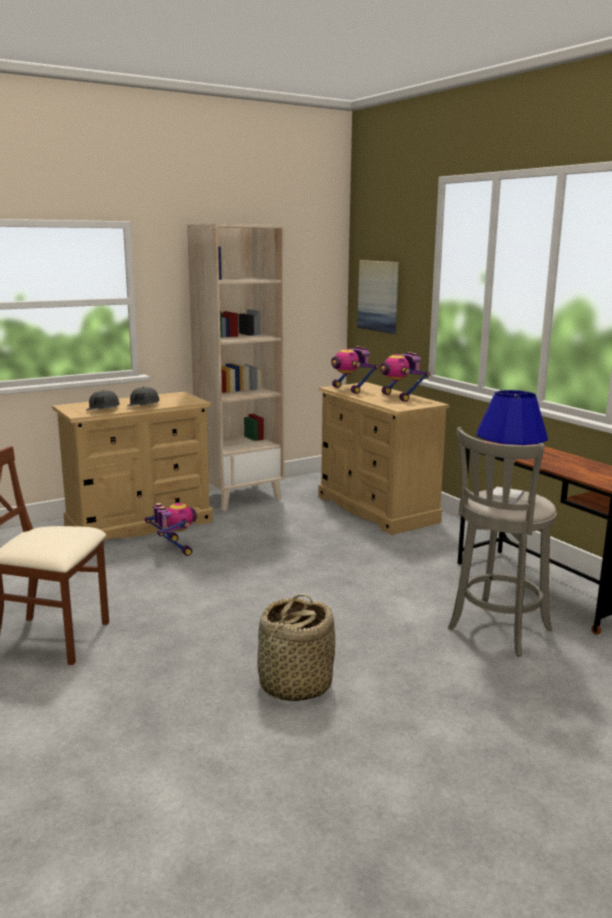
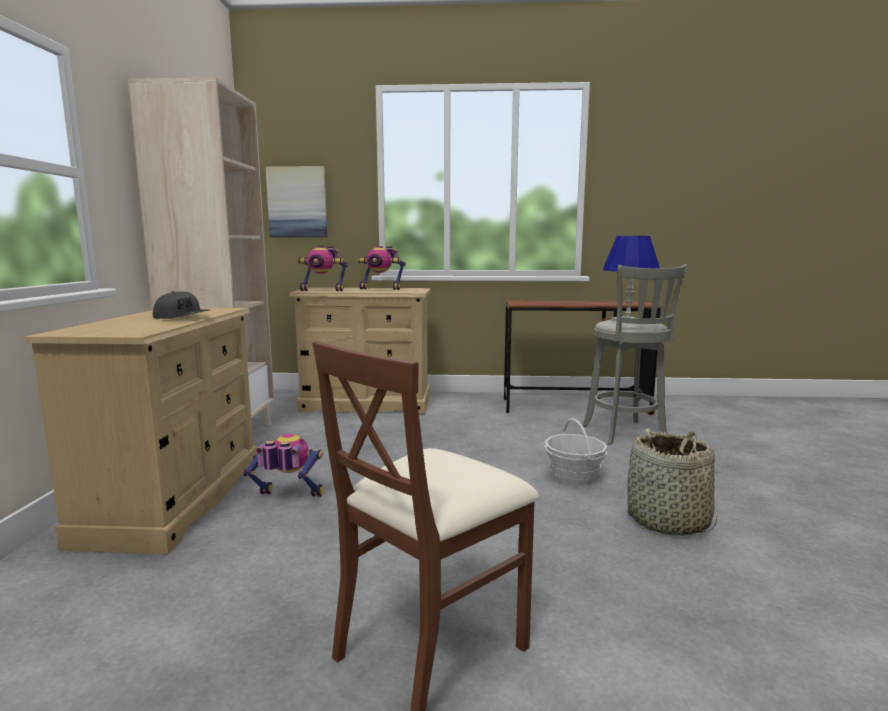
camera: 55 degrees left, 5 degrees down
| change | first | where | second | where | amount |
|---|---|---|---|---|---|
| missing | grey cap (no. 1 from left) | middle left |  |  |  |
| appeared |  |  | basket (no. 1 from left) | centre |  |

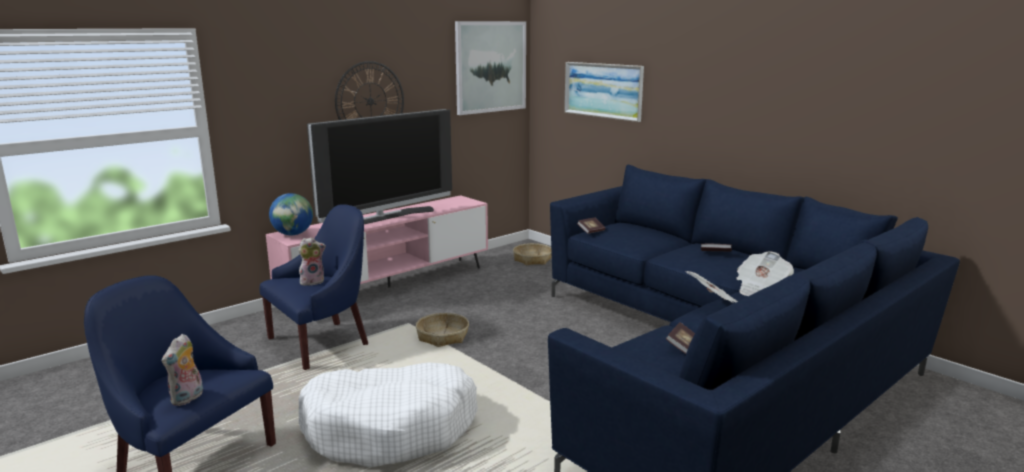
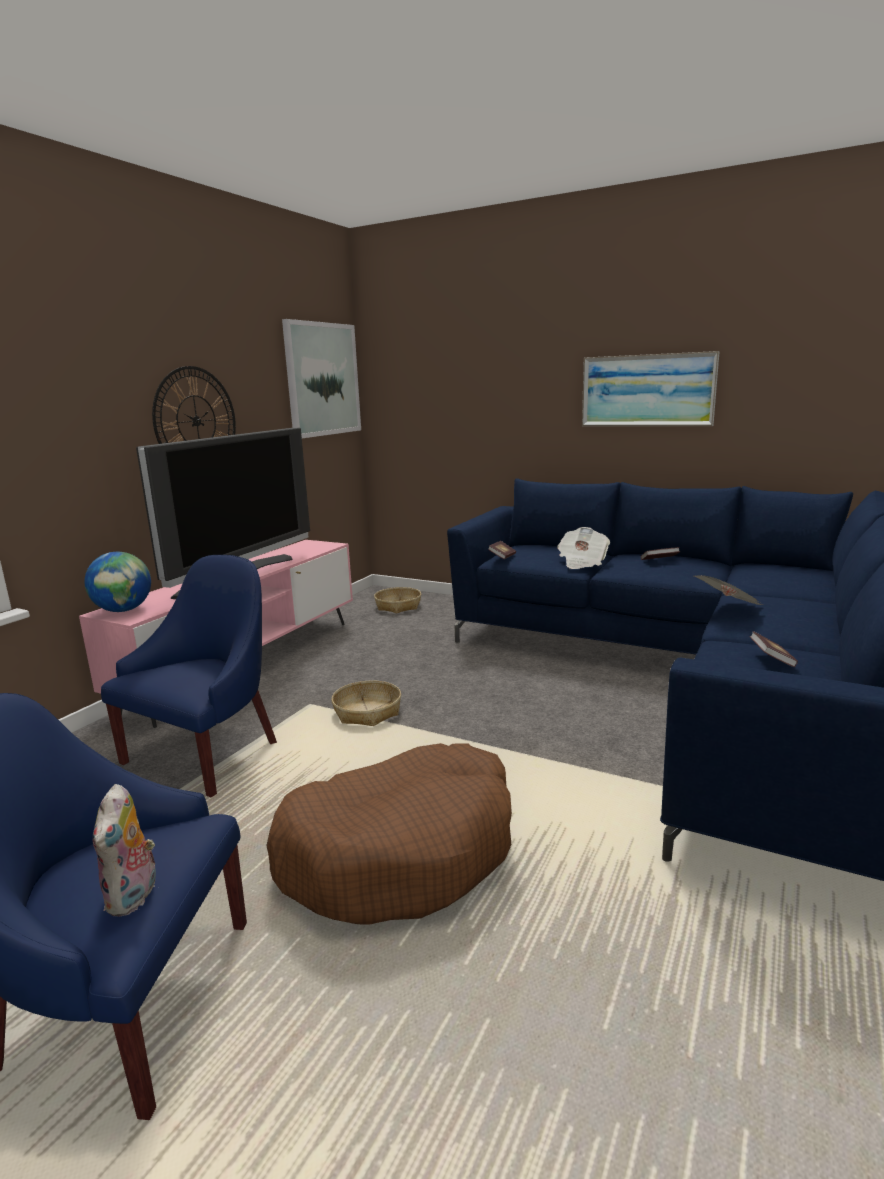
camera: 20 degrees left, 0 degrees up
| change | first | where | second | where | amount |
|---|---|---|---|---|---|
| missing | plush toy (no. 2 from left) | middle left |  |  |  |
| relocated | picture (no. 2 from left) | top centre |  | top right |  |
| relocated | newspaper (no. 2 from left in the first image) | middle right | newspaper (no. 1 from left) | centre |  |
| colour | white dog bed | bottom centre | brown dog bed | bottom centre |  |

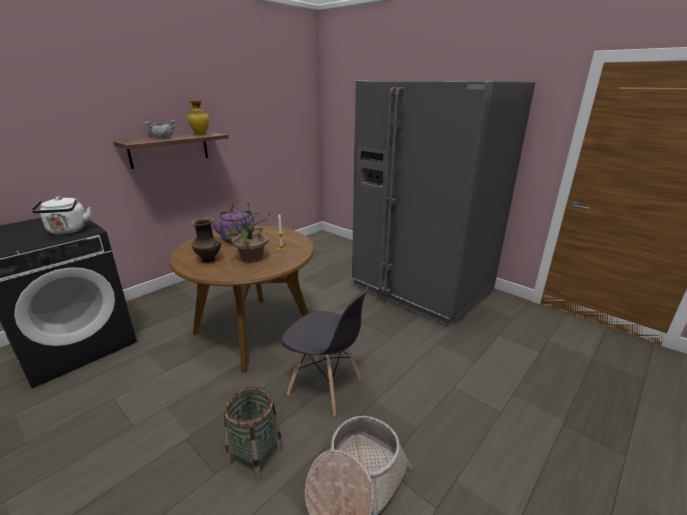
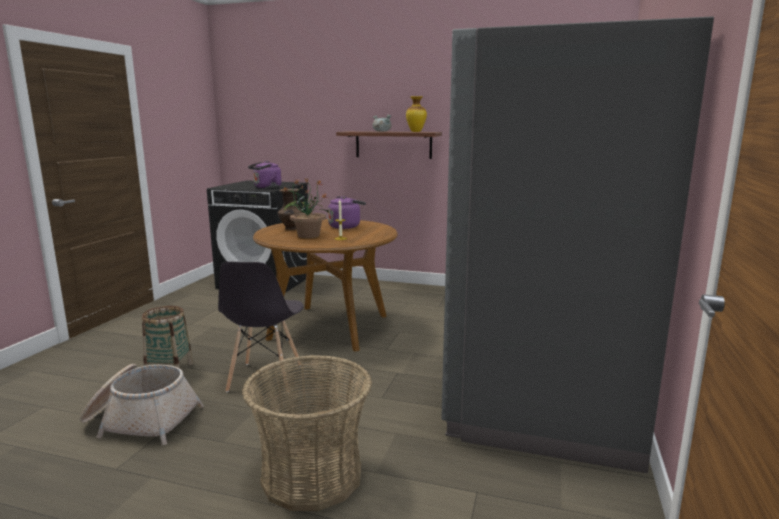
camera: 65 degrees right, 10 degrees down
| change | first | where | second | where | amount |
|---|---|---|---|---|---|
| appeared |  |  | basket (no. 3 from left) | bottom centre |  |
| colour | white kettle | middle left | purple kettle (no. 1 from left) | centre |  |

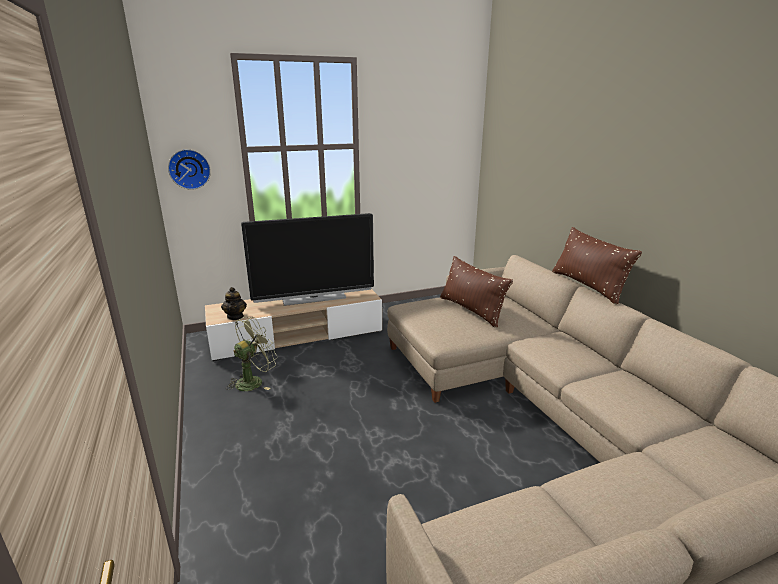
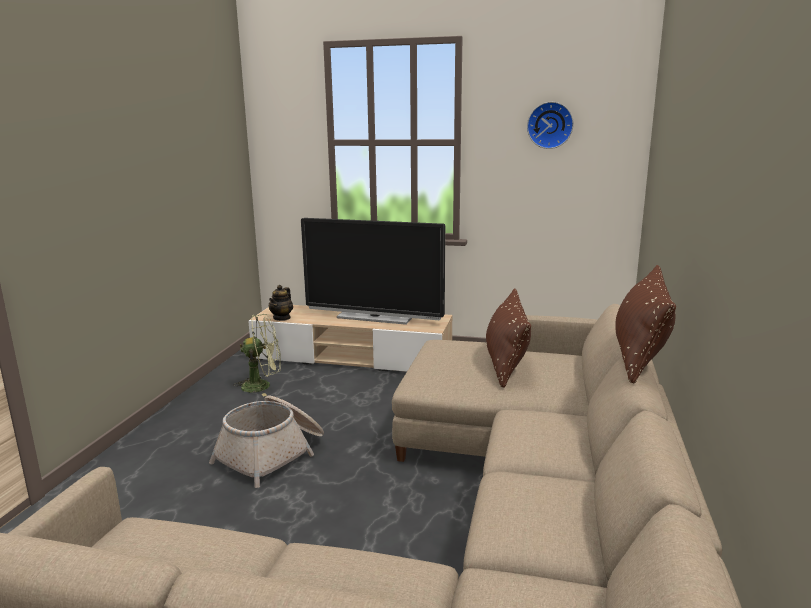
camera: 35 degrees right, 5 degrees down
| change | first | where | second | where | amount |
|---|---|---|---|---|---|
| appeared |  |  | basket | bottom left |  |
| relocated | wall clock | top left |  | top right |  |

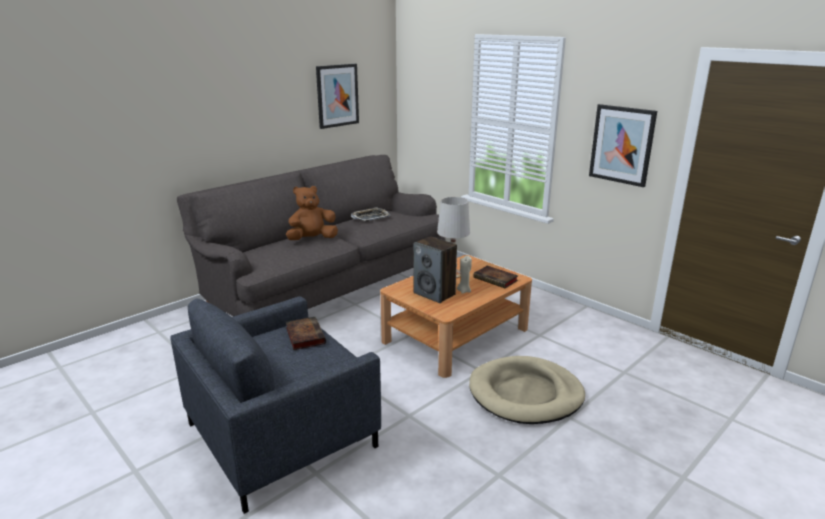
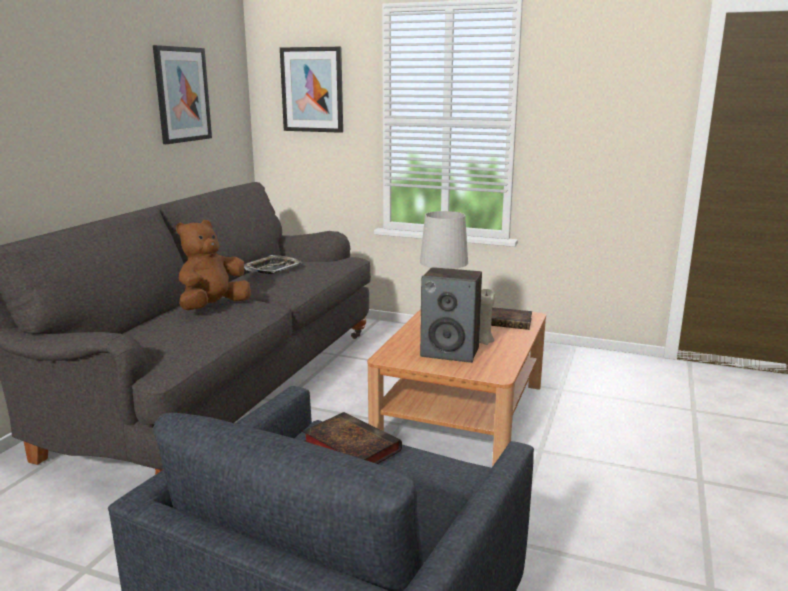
camera: 25 degrees left, 5 degrees down
| change | first | where | second | where | amount |
|---|---|---|---|---|---|
| missing | beige dog bed | bottom centre |  |  |  |
| relocated | picture (no. 2 from left) | top right |  | top centre |  |

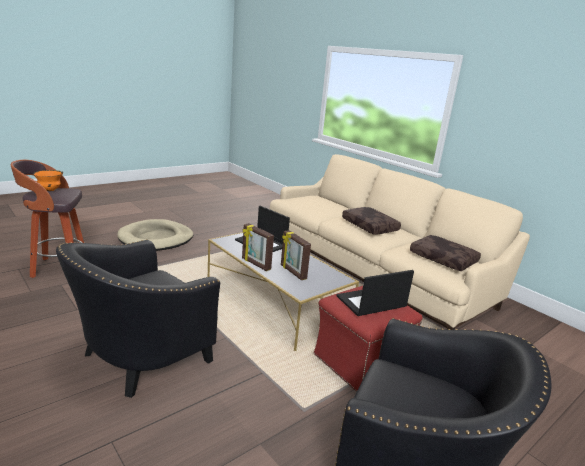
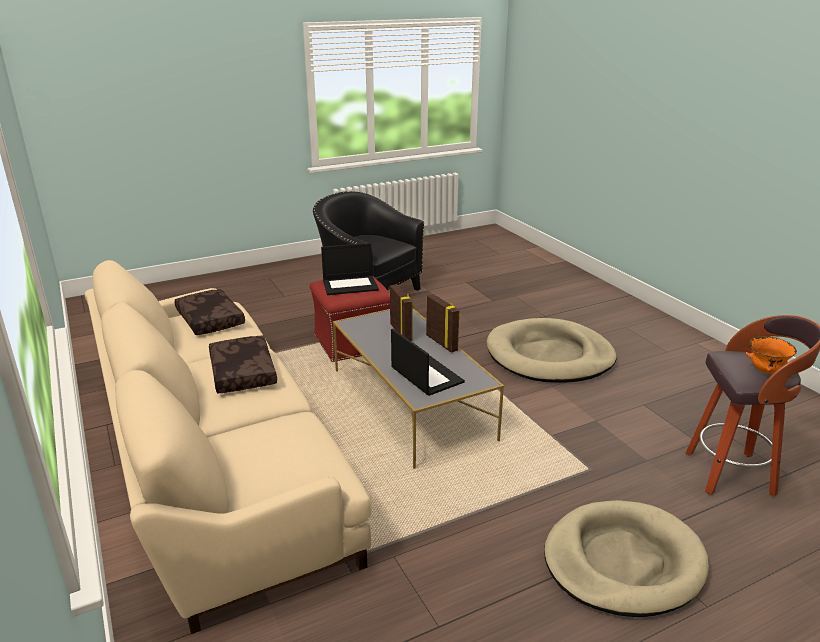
camera: 165 degrees left, 5 degrees up
| change | first | where | second | where | amount |
|---|---|---|---|---|---|
| exchanged | black armchair (no. 1 from left) | bottom left | beige dog bed (no. 1 from left) | middle right |  |

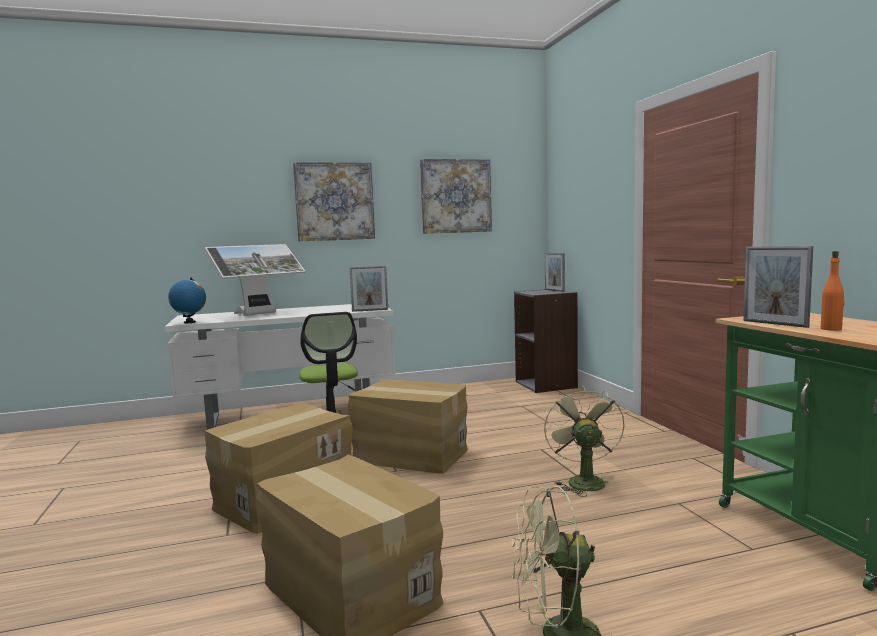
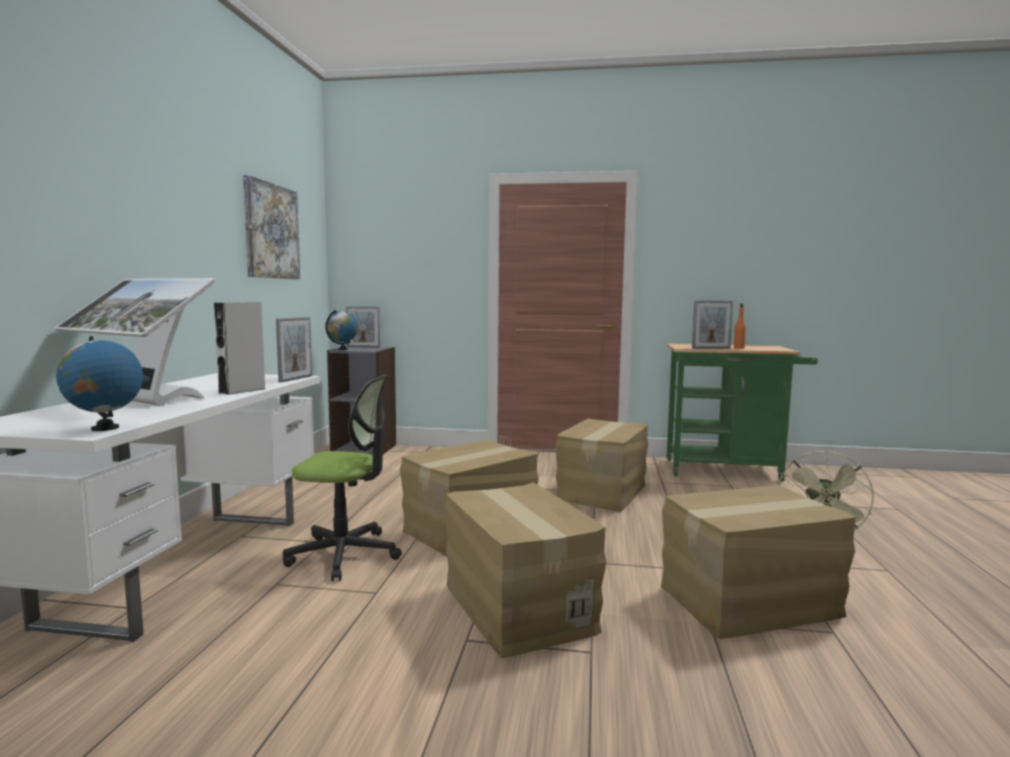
camera: 65 degrees left, 0 degrees up
| change | first | where | second | where | amount |
|---|---|---|---|---|---|
| missing | picture (no. 1 from left) | top centre |  |  |  |
| appeared |  |  | grey speaker | middle left |  |
| appeared |  |  | globe (no. 2 from left) | centre |  |
| exchanged | green fan (no. 2 from left) | bottom centre | cardboard box (no. 3 from left) | centre |  |
| spun | monitor | middle left |  | middle left | 135 degrees clockwise |

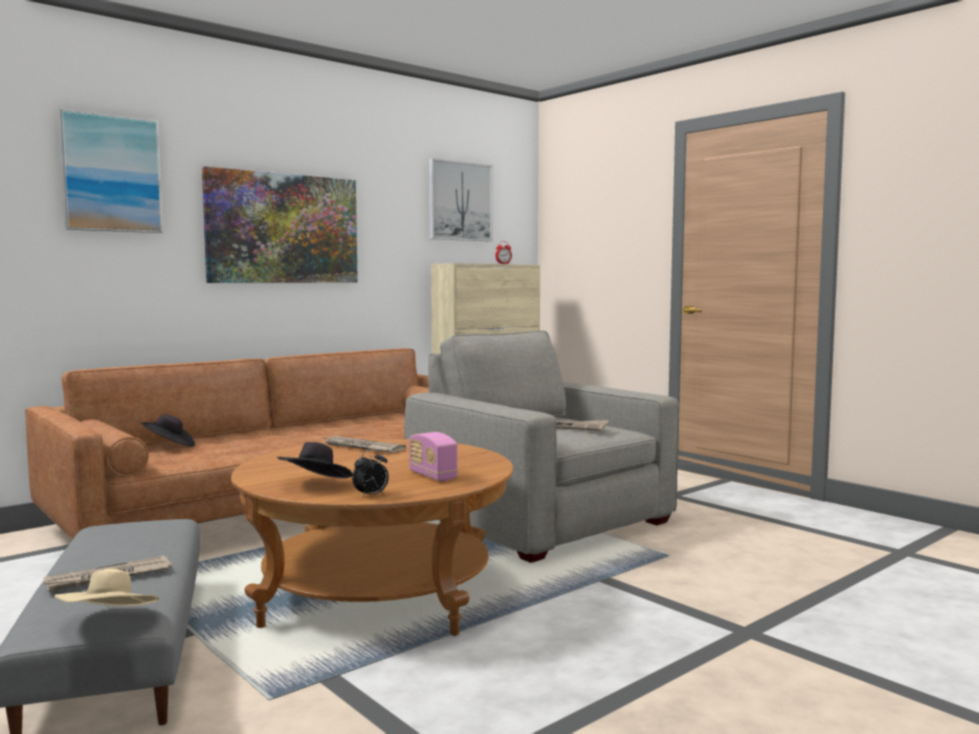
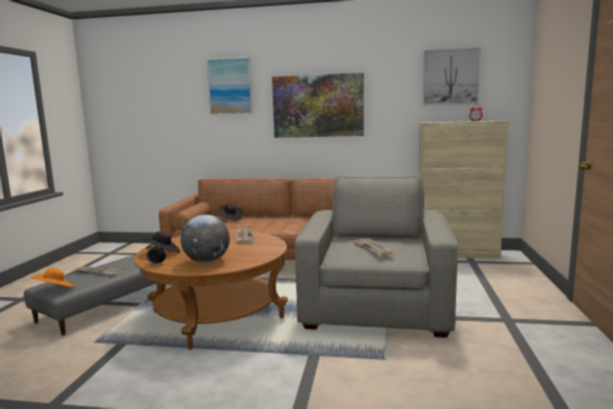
camera: 50 degrees right, 5 degrees up
| change | first | where | second | where | amount |
|---|---|---|---|---|---|
| exchanged | radio | centre | globe | centre |  |
| colour | beige hat | bottom left | orange hat | bottom left |  |

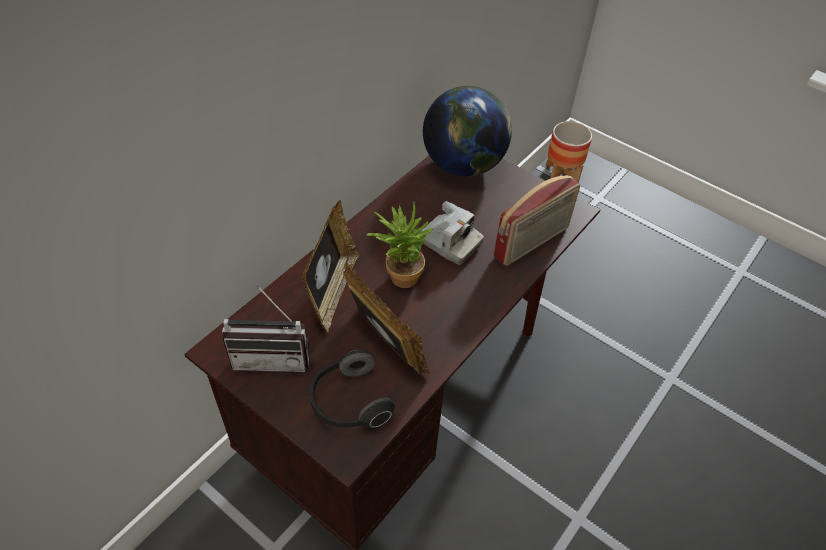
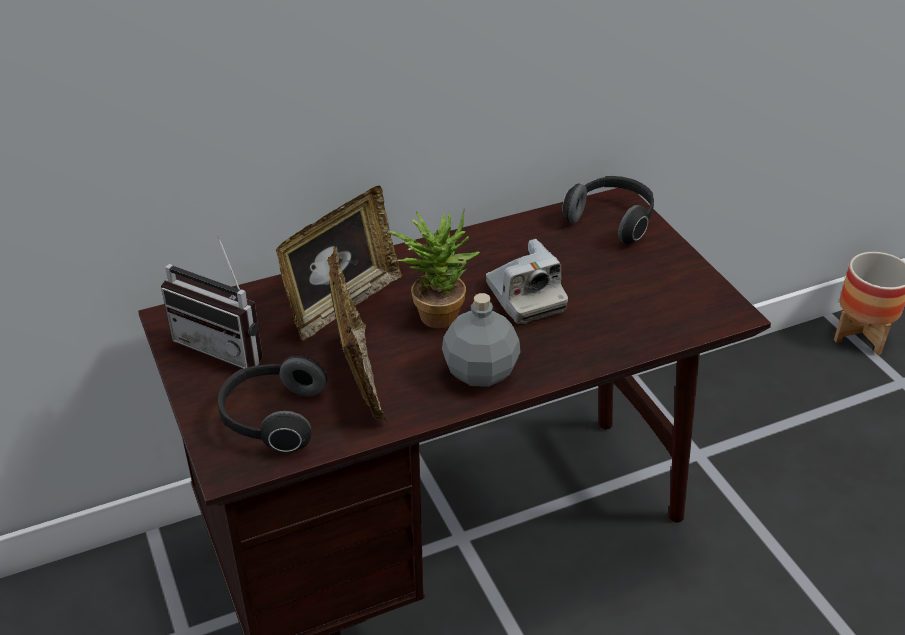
camera: 30 degrees right, 10 degrees down
| change | first | where | second | where | amount |
|---|---|---|---|---|---|
| missing | radio (no. 2 from left) | centre |  |  |  |
| appeared |  |  | grey bottle | centre |  |
| exchanged | globe | top centre | headphones (no. 2 from left) | top right |  |

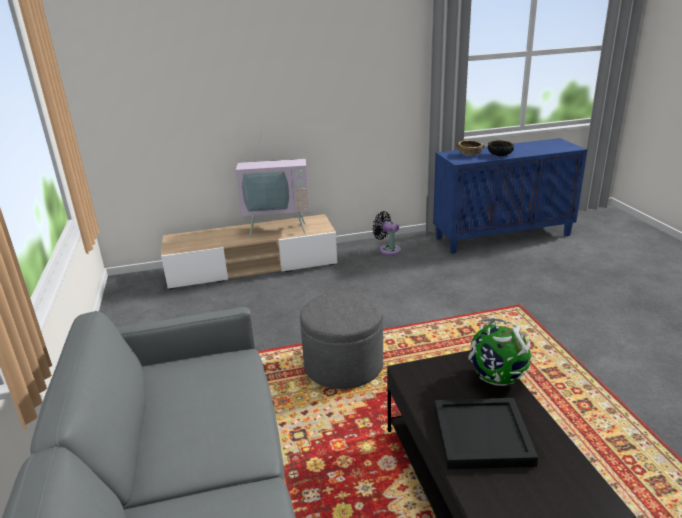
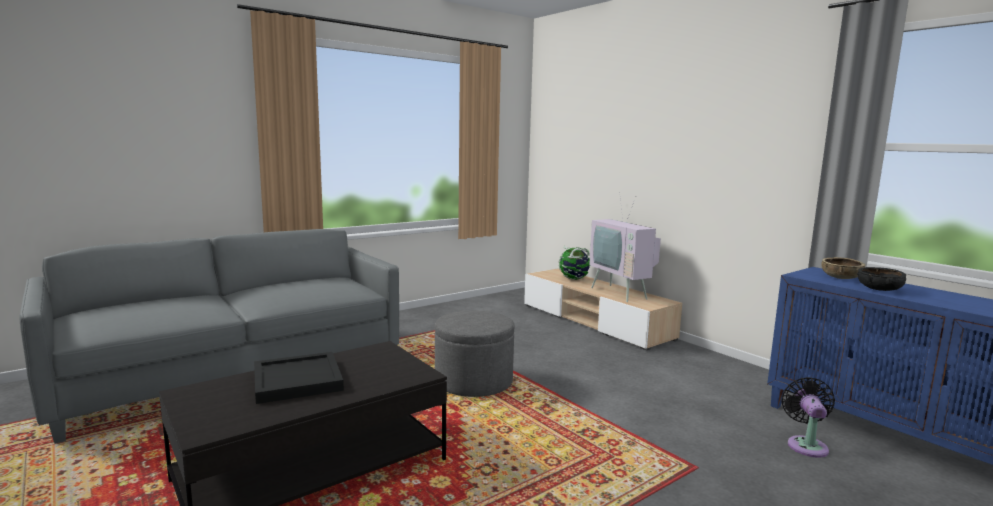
camera: 65 degrees right, 15 degrees down
| change | first | where | second | where | amount |
|---|---|---|---|---|---|
| relocated | black fan | centre |  | bottom right |  |
| relocated | globe | bottom right |  | centre |  |

